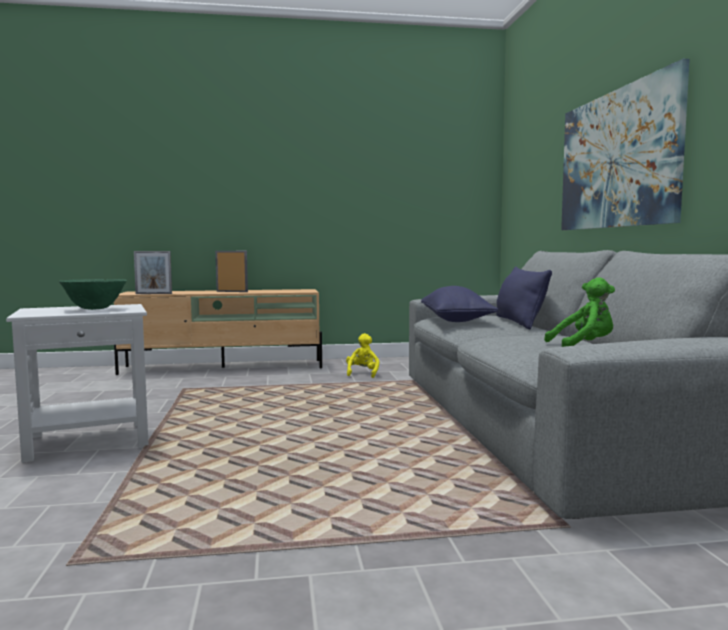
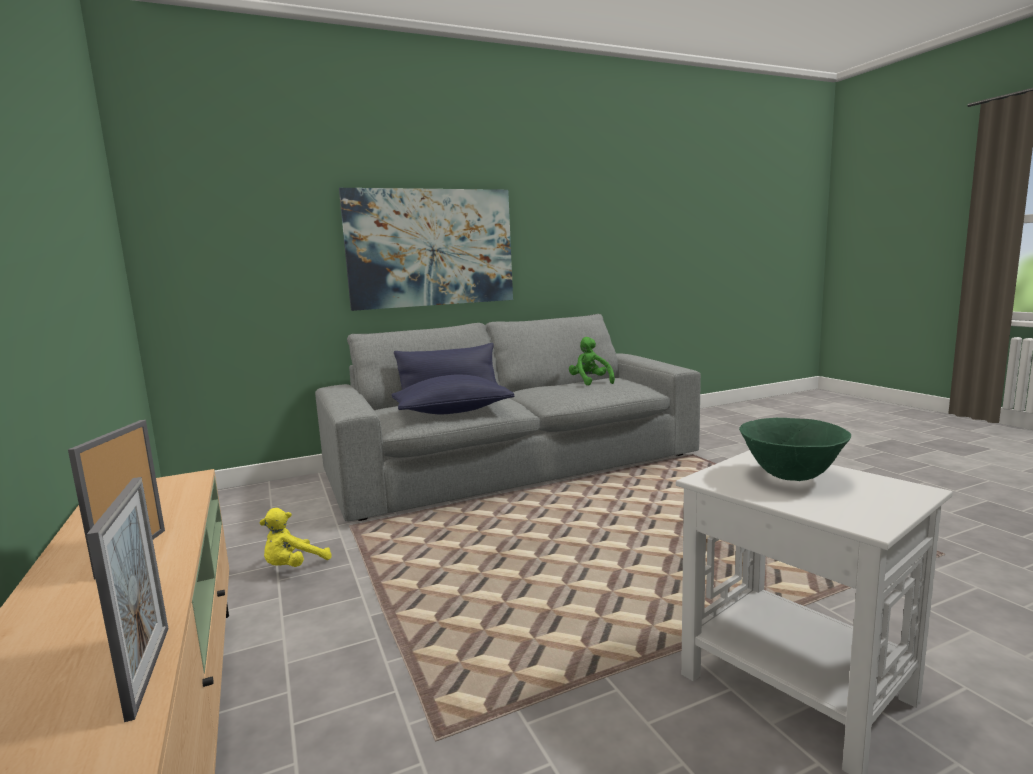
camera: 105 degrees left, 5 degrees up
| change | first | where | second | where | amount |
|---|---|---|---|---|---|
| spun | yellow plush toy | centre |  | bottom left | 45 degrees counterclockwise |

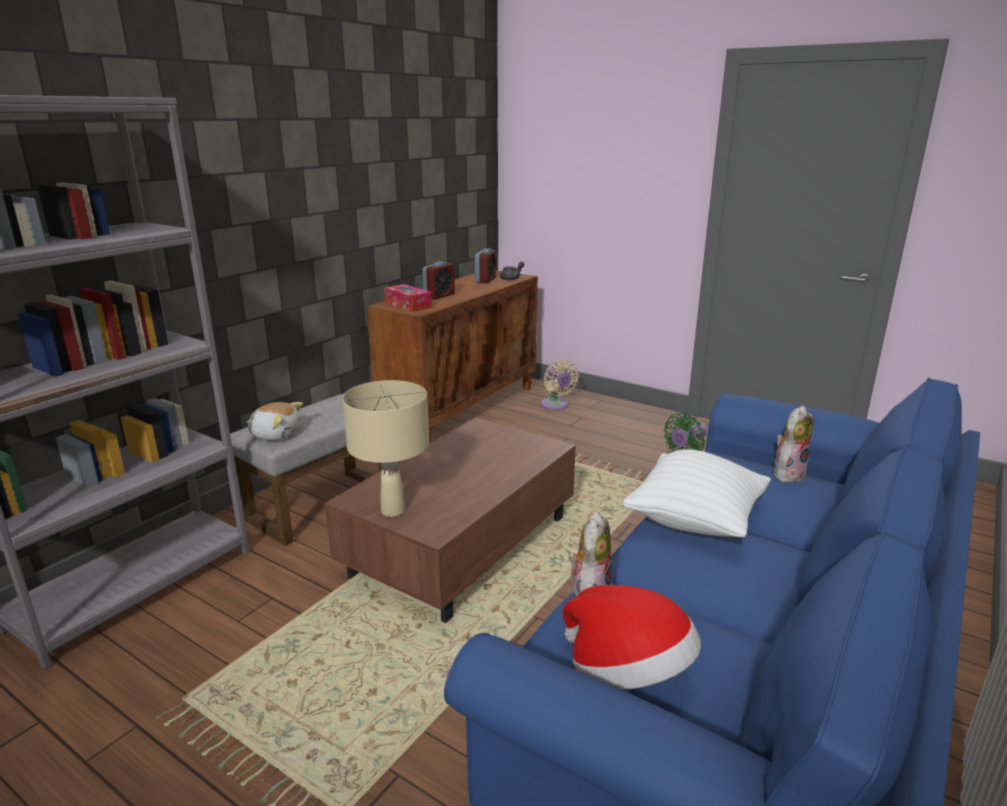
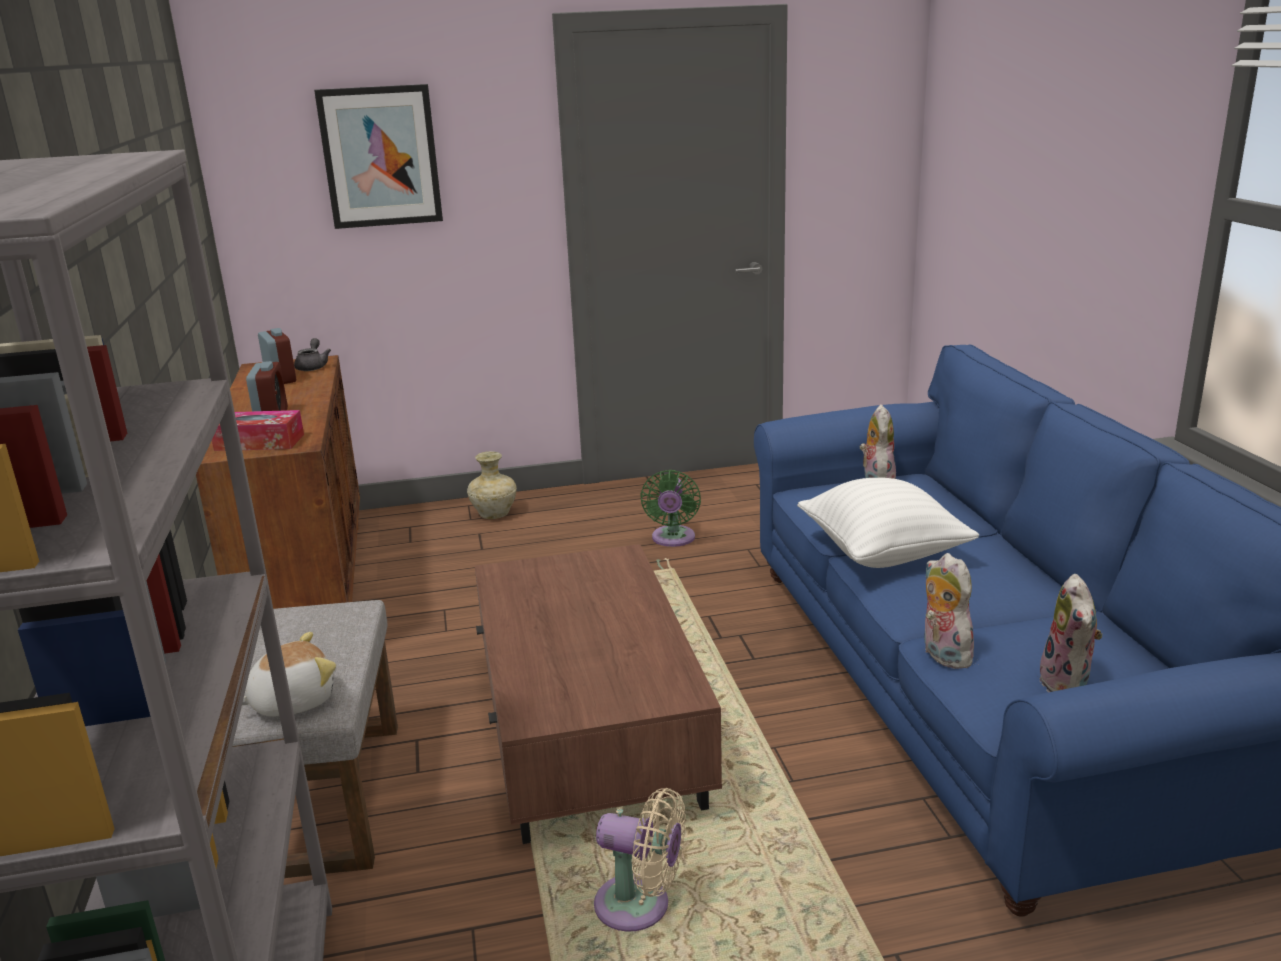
camera: 45 degrees left, 0 degrees up
| change | first | where | second | where | amount |
|---|---|---|---|---|---|
| missing | beige table lamp | centre |  |  |  |
| appeared |  |  | picture | top left |  |
| appeared |  |  | beige vase | centre |  |
| relocated | beige fan | centre |  | bottom centre |  |
| exchanged | hat | bottom centre | plush toy (no. 4 from left) | middle right |  |

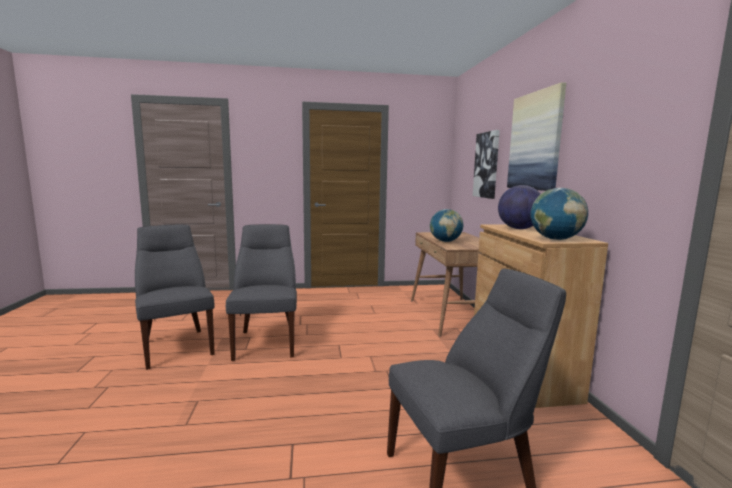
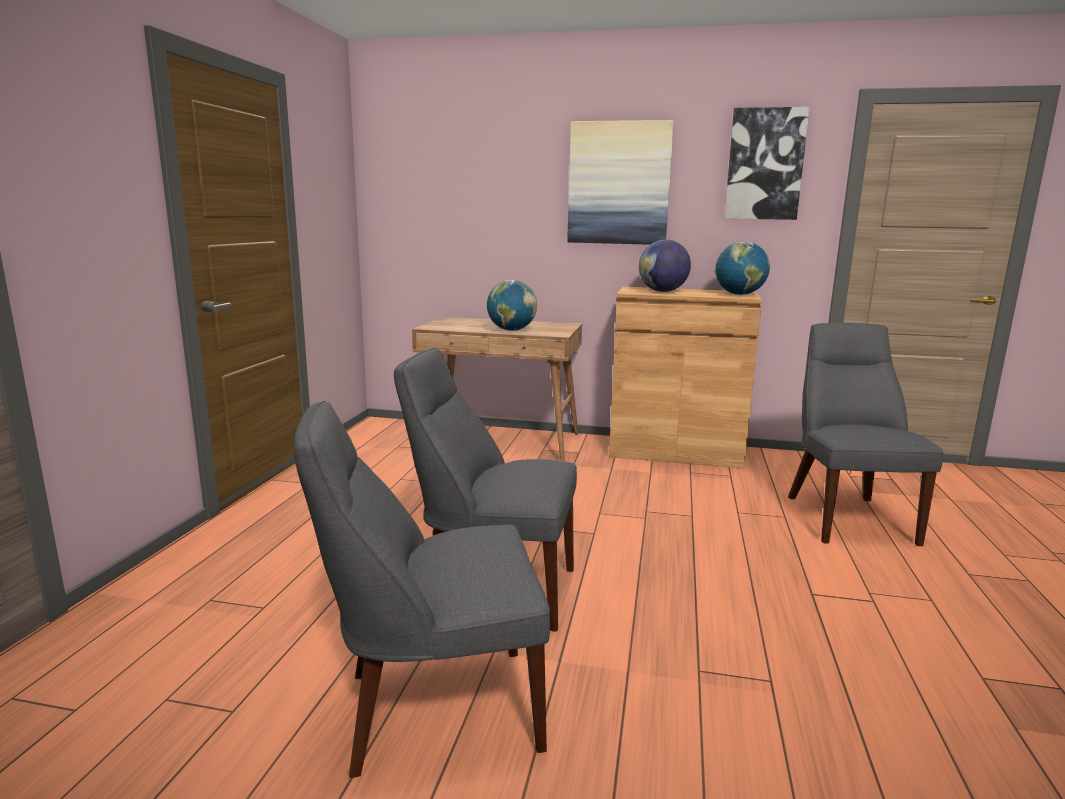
camera: 70 degrees left, 5 degrees up
| change | first | where | second | where | amount |
|---|---|---|---|---|---|
| relocated | picture (no. 1 from left in the first image) | centre | picture (no. 2 from left) | top right |  |

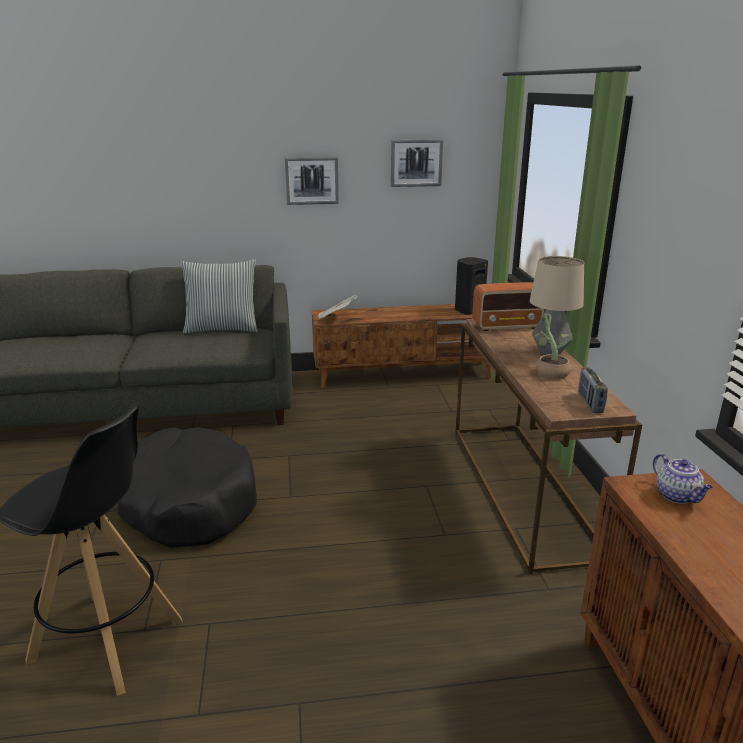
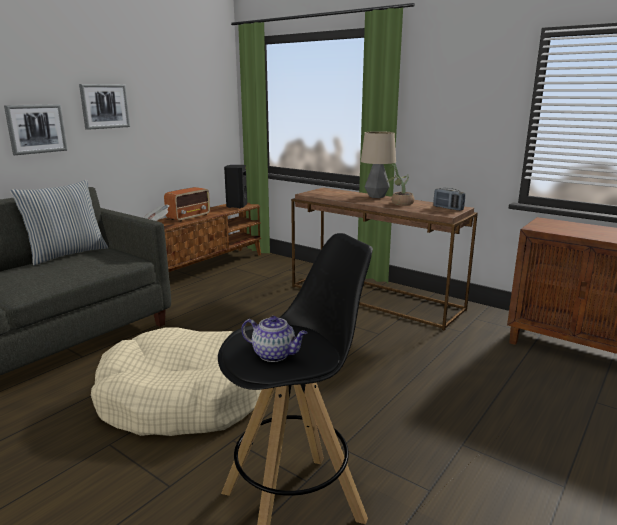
camera: 45 degrees left, 5 degrees down
| change | first | where | second | where | amount |
|---|---|---|---|---|---|
| relocated | picture (no. 2 from left in the first image) | top centre | picture (no. 1 from left) | top left |  |
| relocated | radio (no. 1 from left) | middle right |  | middle left |  |
| relocated | teapot | middle right |  | centre |  |
| colour | black dog bed | middle left | beige dog bed | bottom left |  |

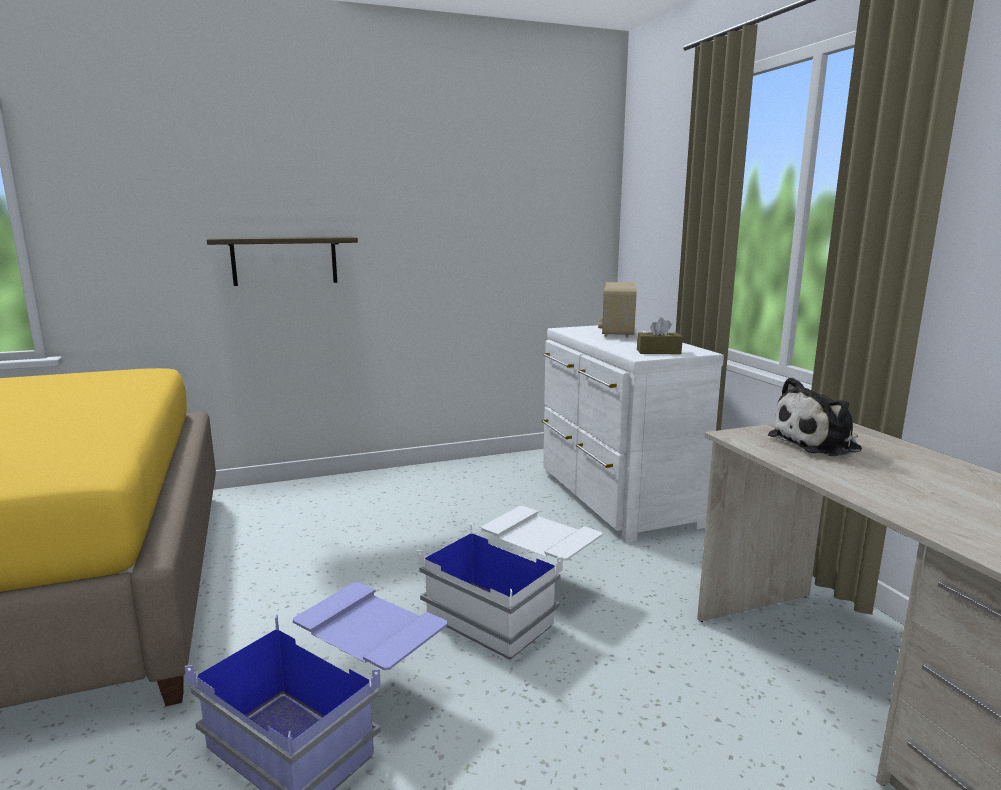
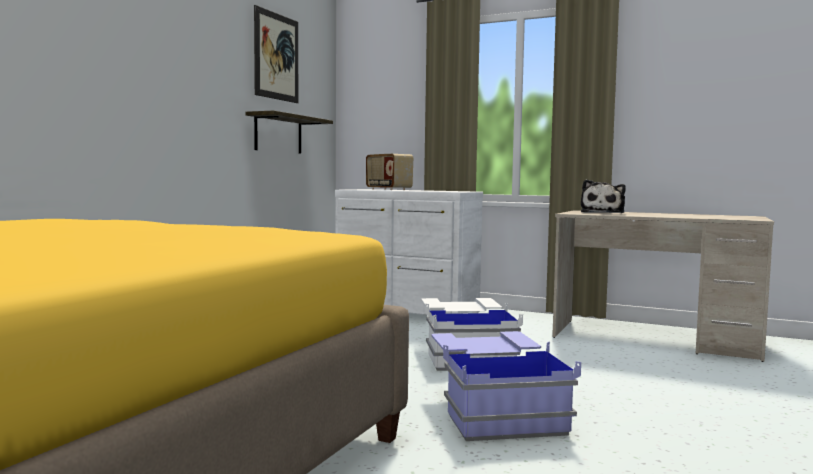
camera: 45 degrees left, 10 degrees down
| change | first | where | second | where | amount |
|---|---|---|---|---|---|
| missing | brown tissue box | centre |  |  |  |
| appeared |  |  | picture | top centre |  |
| relocated | shelf | top left |  | top centre |  |

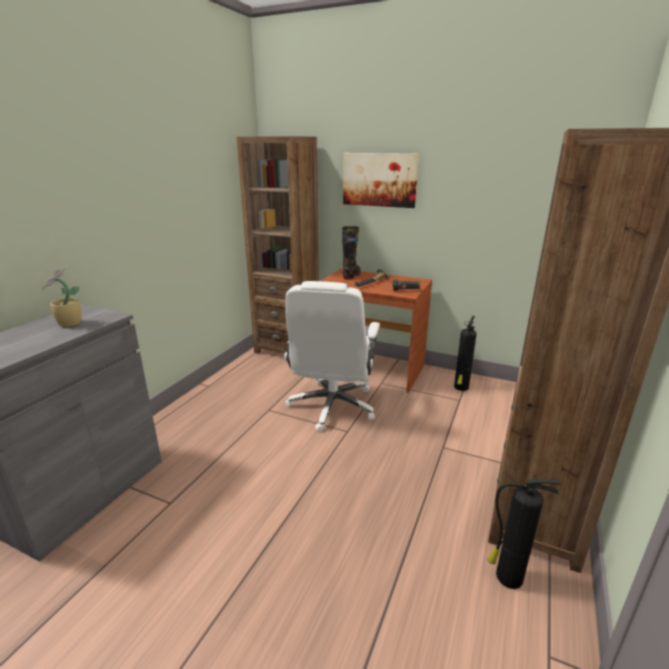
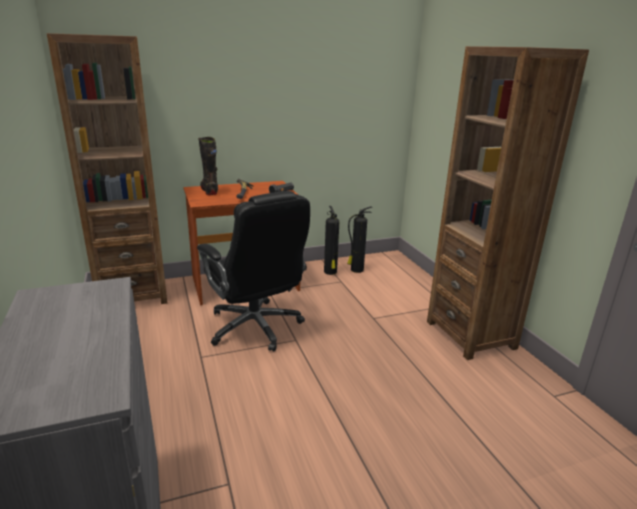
camera: 45 degrees left, 0 degrees up
| change | first | where | second | where | amount |
|---|---|---|---|---|---|
| missing | potted plant | middle left |  |  |  |
| missing | picture | top centre |  |  |  |
| relocated | fire extinguisher (no. 2 from left) | bottom right |  | centre |  |
| colour | white office chair | centre | black office chair | centre |  |

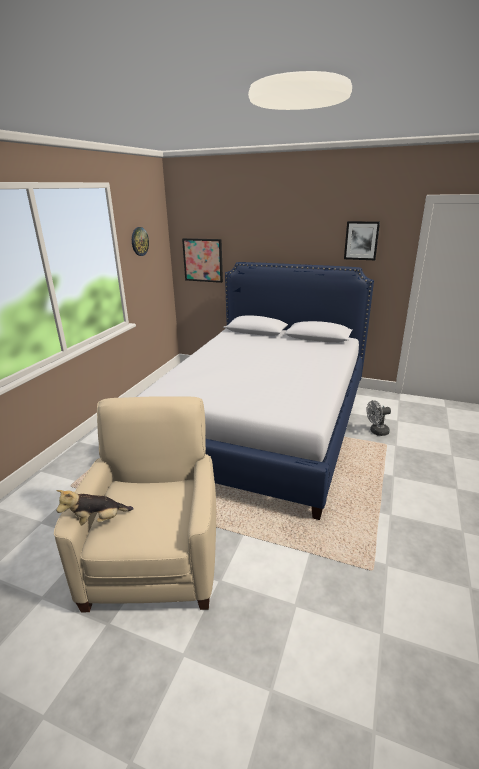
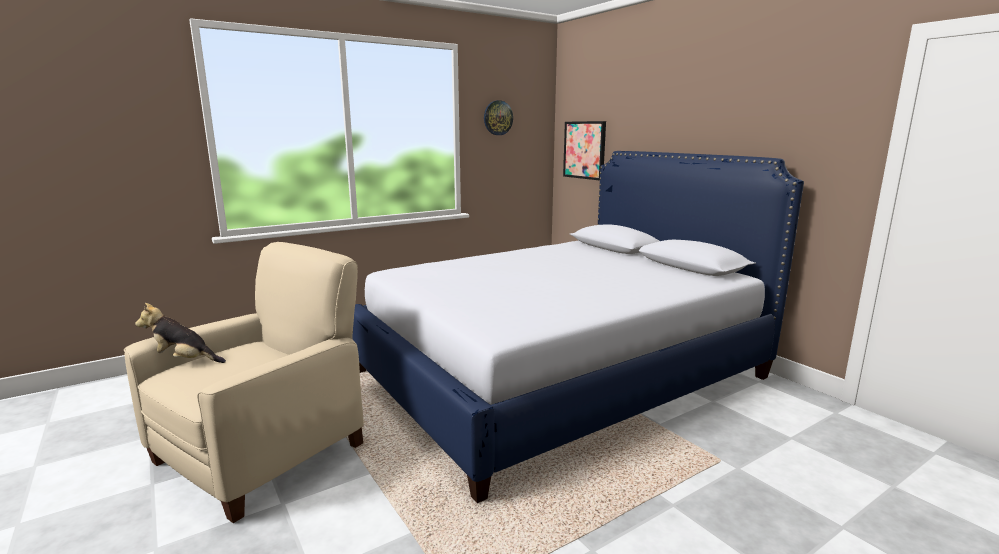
camera: 35 degrees right, 10 degrees down
| change | first | where | second | where | amount |
|---|---|---|---|---|---|
| missing | picture (no. 2 from left) | top right |  |  |  |
| missing | grey fan | middle right |  |  |  |

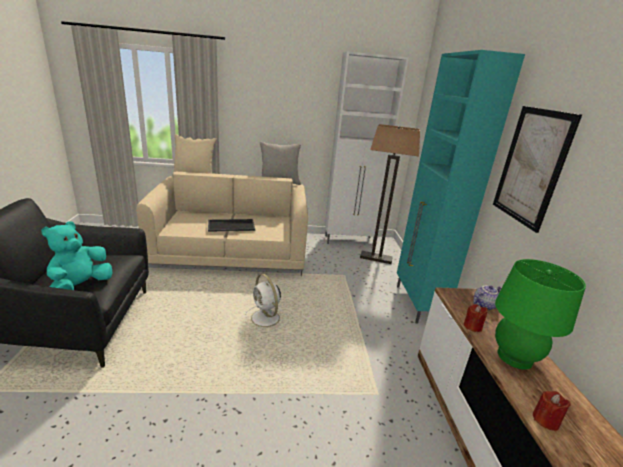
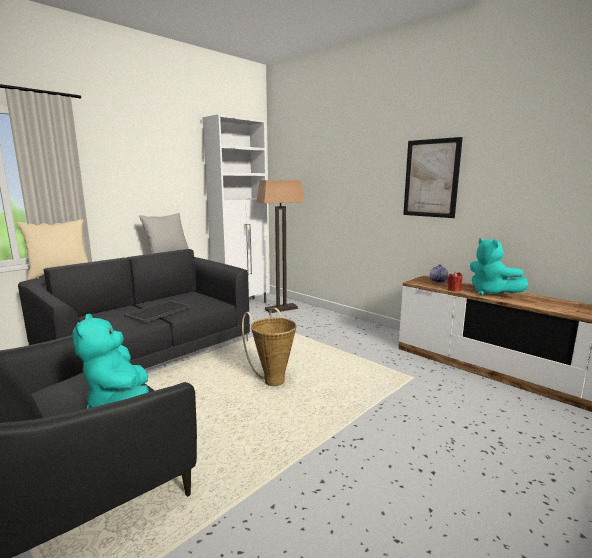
camera: 40 degrees left, 10 degrees down
| change | first | where | second | where | amount |
|---|---|---|---|---|---|
| missing | turquoise cabinet | middle right |  |  |  |
| missing | red candle (no. 2 from left) | bottom right |  |  |  |
| exchanged | white fan | centre | basket | centre |  |
| exchanged | green table lamp | bottom right | turquoise plush toy (no. 2 from left) | middle right |  |
| colour | beige sofa | centre | black sofa | middle left |  |

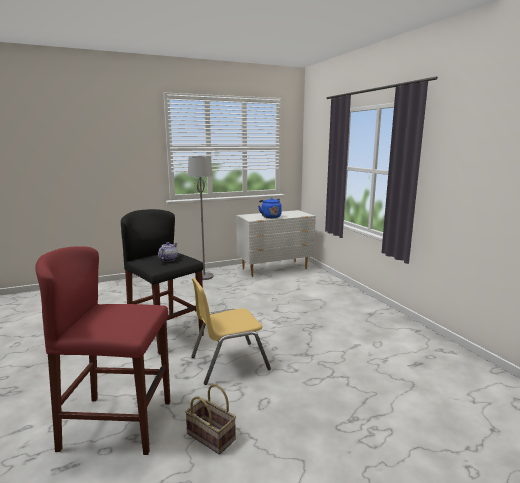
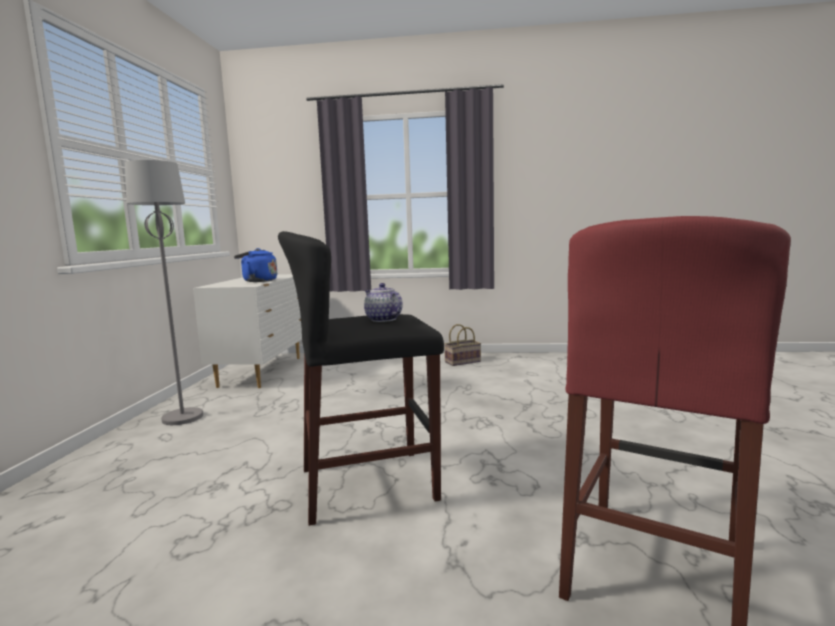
camera: 60 degrees left, 5 degrees down
| change | first | where | second | where | amount |
|---|---|---|---|---|---|
| missing | yellow chair | bottom centre |  |  |  |
| relocated | basket | bottom centre |  | centre |  |

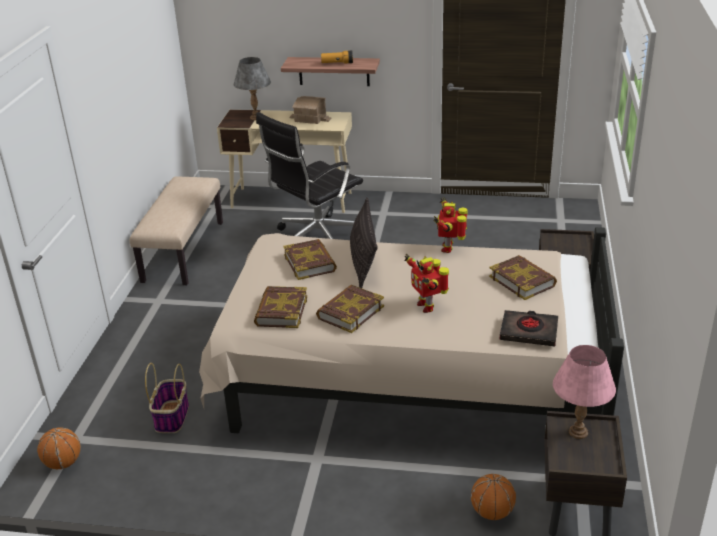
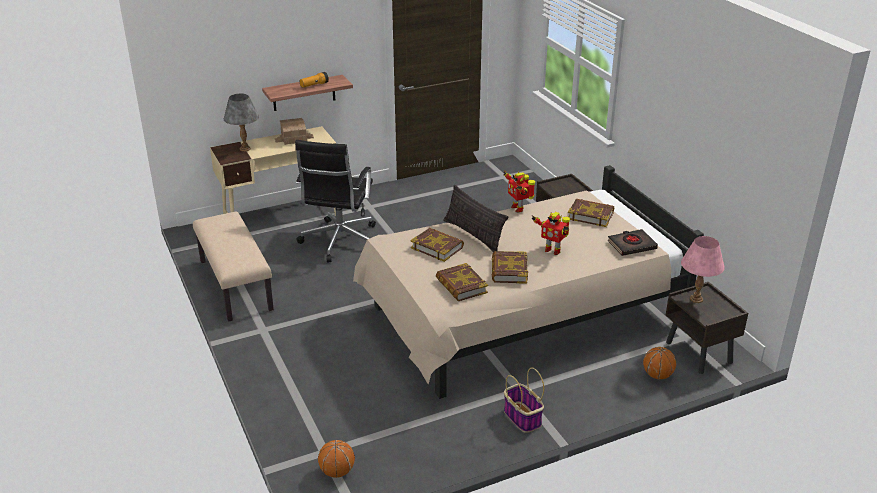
camera: 35 degrees left, 0 degrees up
| change | first | where | second | where | amount |
|---|---|---|---|---|---|
| relocated | basket | bottom left |  | bottom centre |  |

